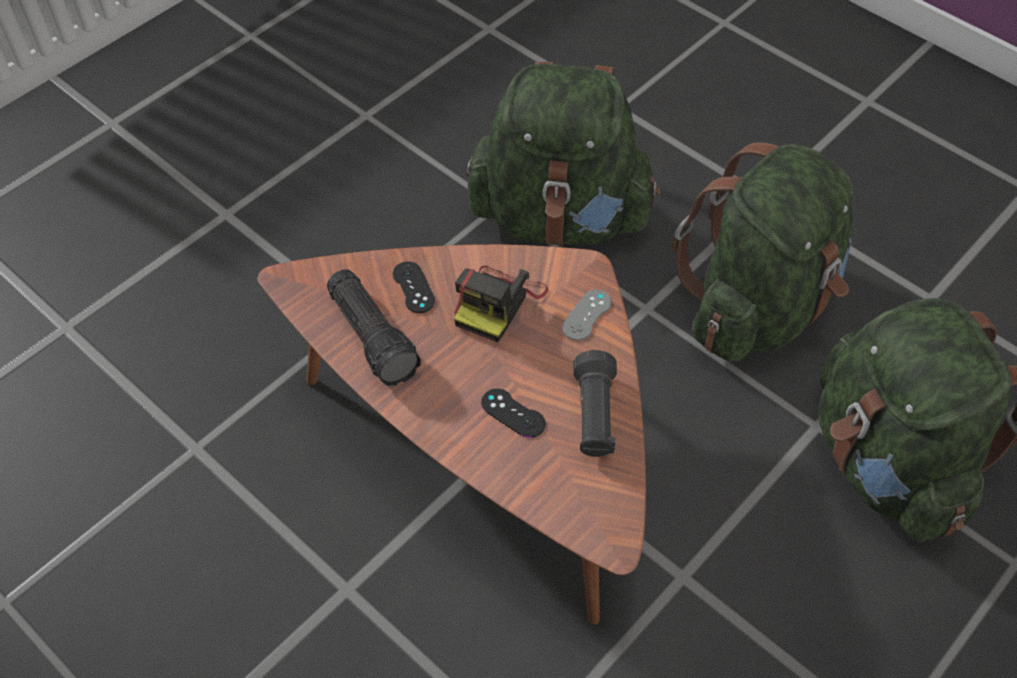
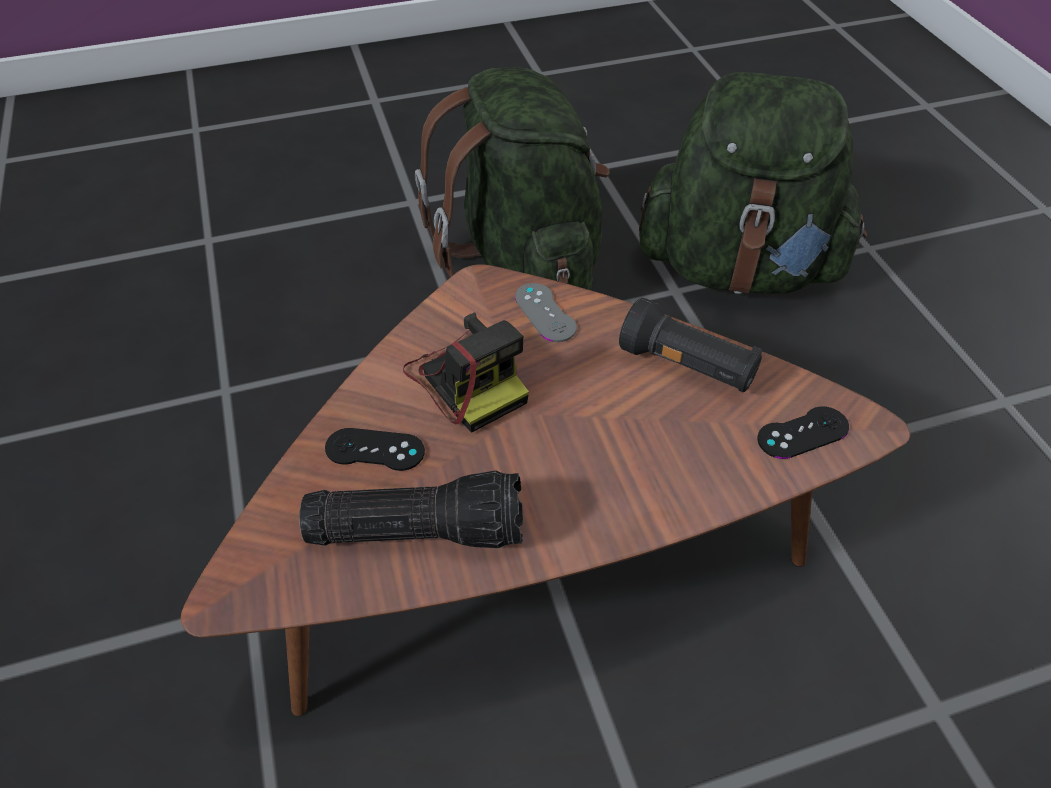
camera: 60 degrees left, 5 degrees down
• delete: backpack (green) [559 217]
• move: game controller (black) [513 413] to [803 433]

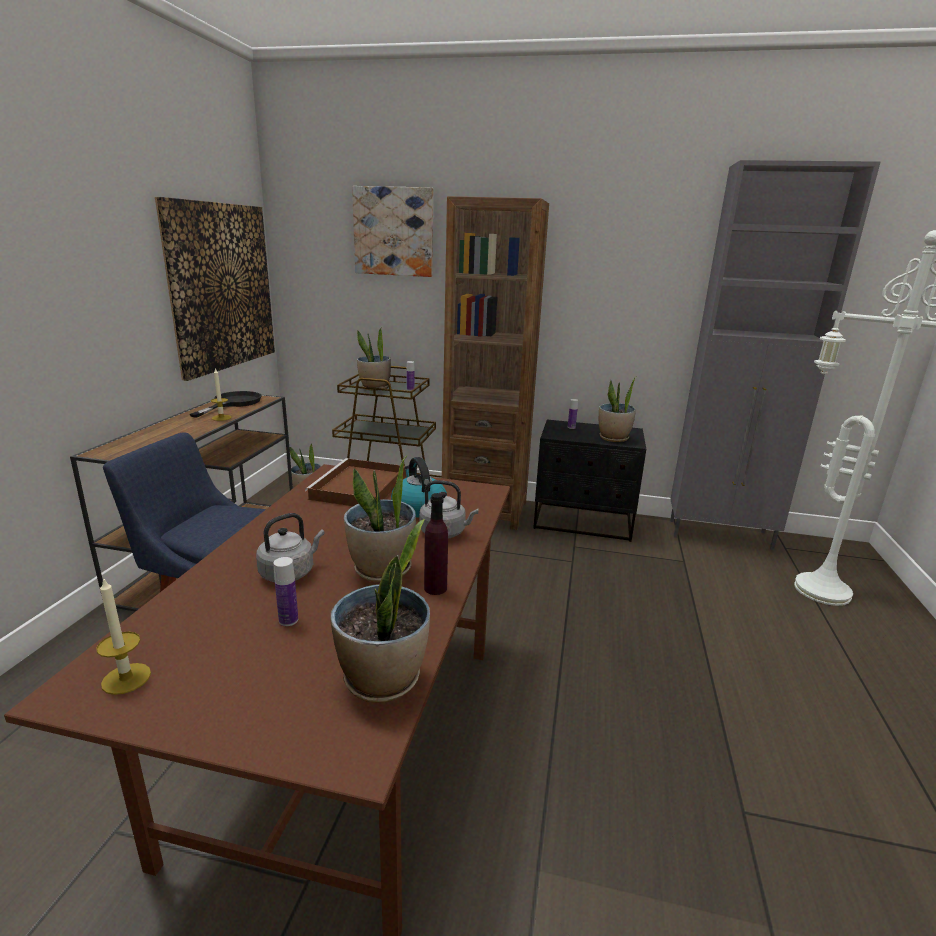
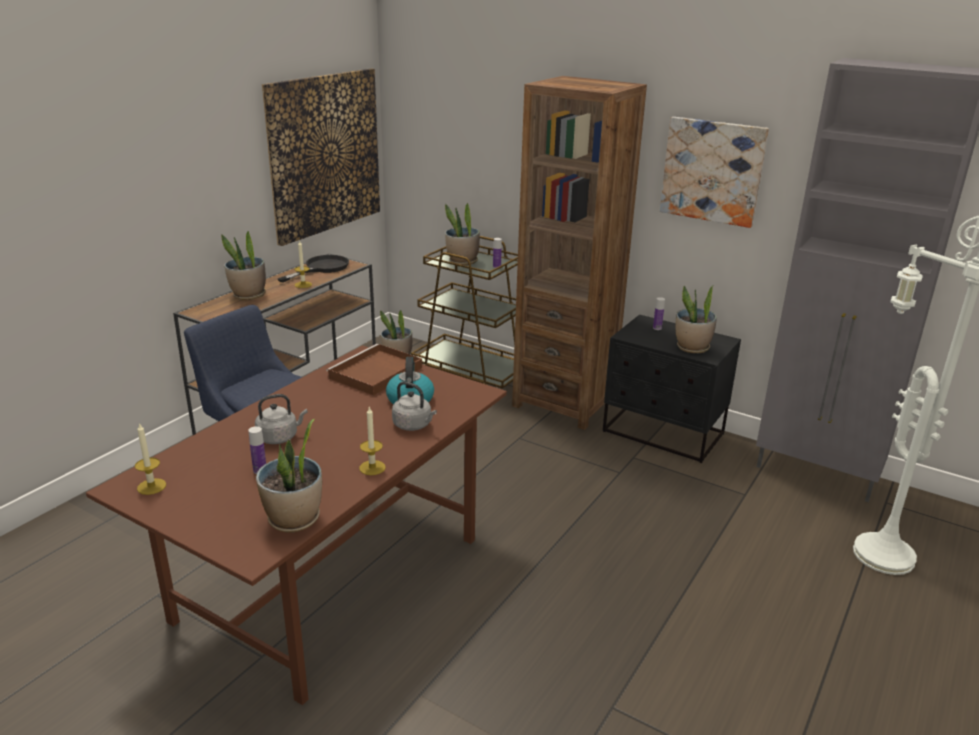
camera: 20 degrees right, 5 degrees up
• move: potted plant [382 570] to [248 295]
• move: picture [394 232] to [712 171]
• replace: bottle (purple) [435 588] to candle [372 467]

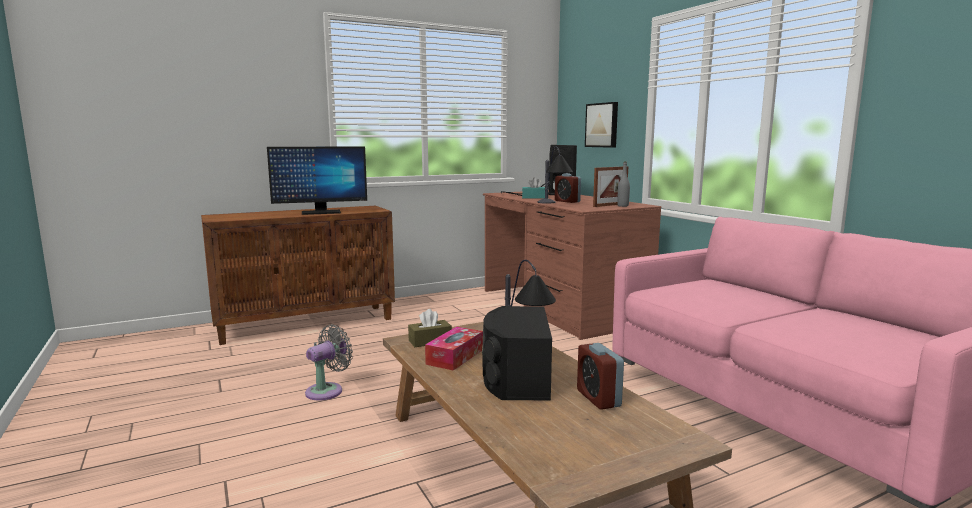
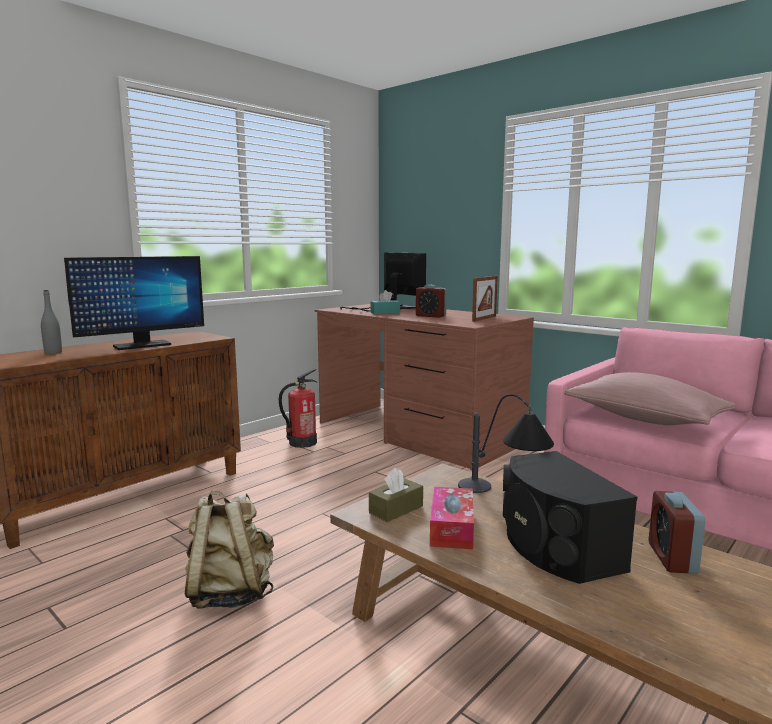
camera: 20 degrees left, 0 degrees up
• delete: table lamp [554 204]
• delete: picture [602 125]
• insert: fire extinguisher [302 443]
• insert: pillow (pink) [644 419]
• move: bottle (grey) [623 206] to [53 352]
• replace: fan (grey) [327 390] to backpack (beige) [230 593]
• rotate: alarm clock [598 398] = [672 558] 45 degrees clockwise

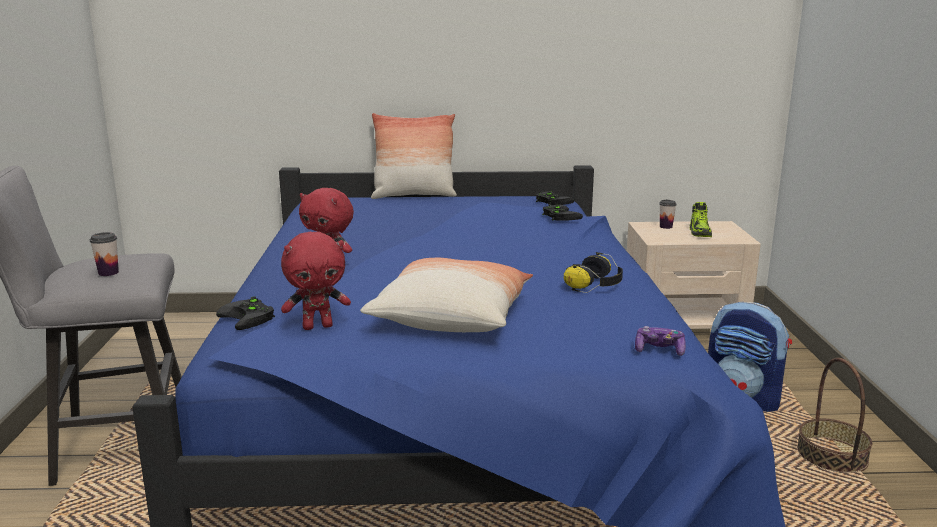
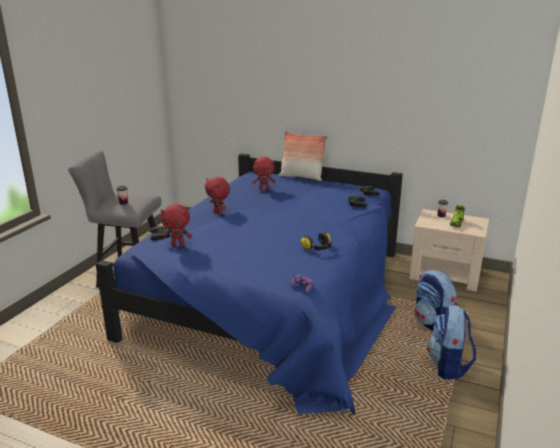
camera: 25 degrees right, 5 degrees up
• delete: pillow [452 317]
• insert: plush toy (red) [264 189]
• replace: basket [832 455] to backpack [449 366]

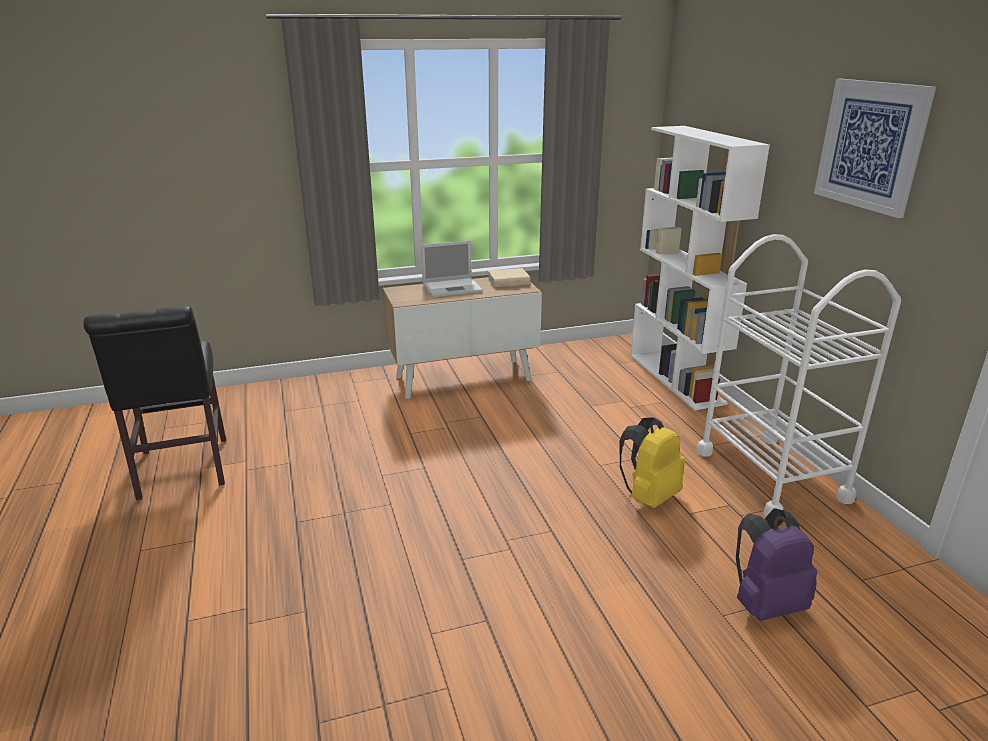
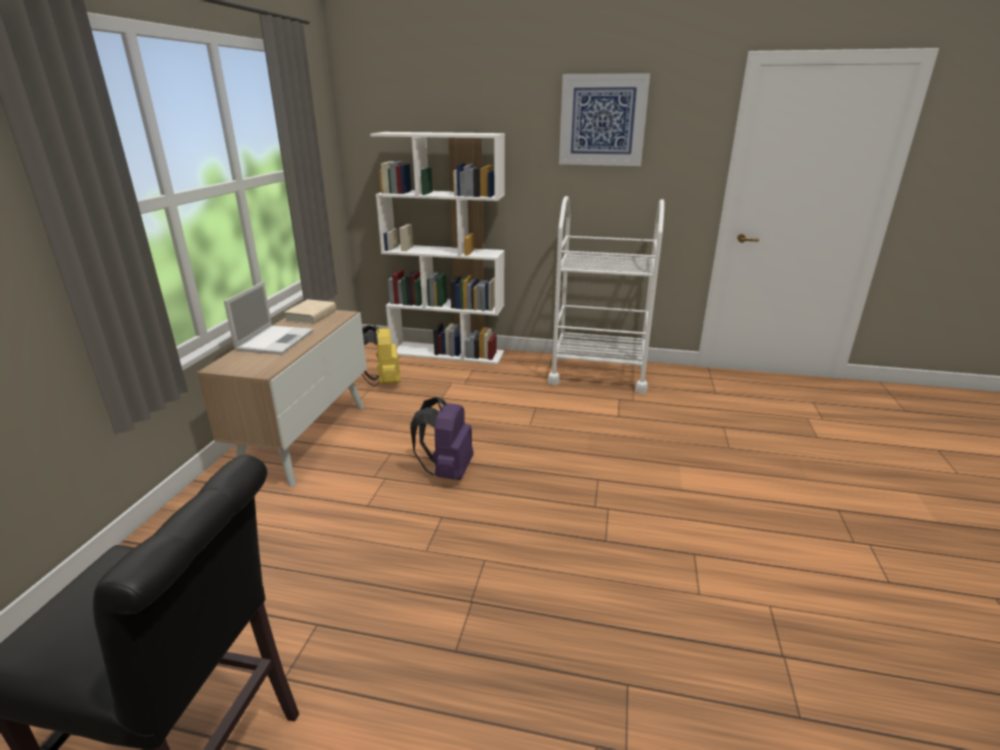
camera: 60 degrees left, 0 degrees up
• move: backpack (yellow) [649 496] to [383 382]
• move: backpack (purple) [765 604] to [447 471]

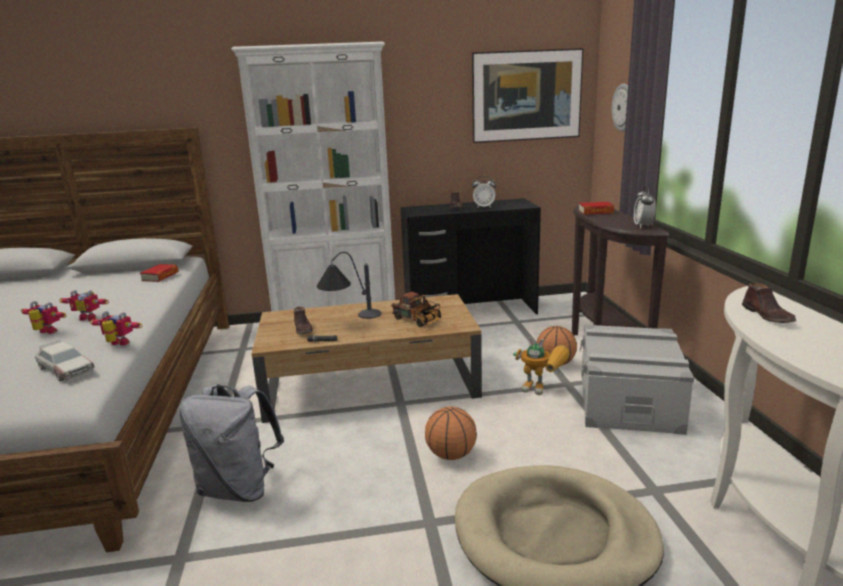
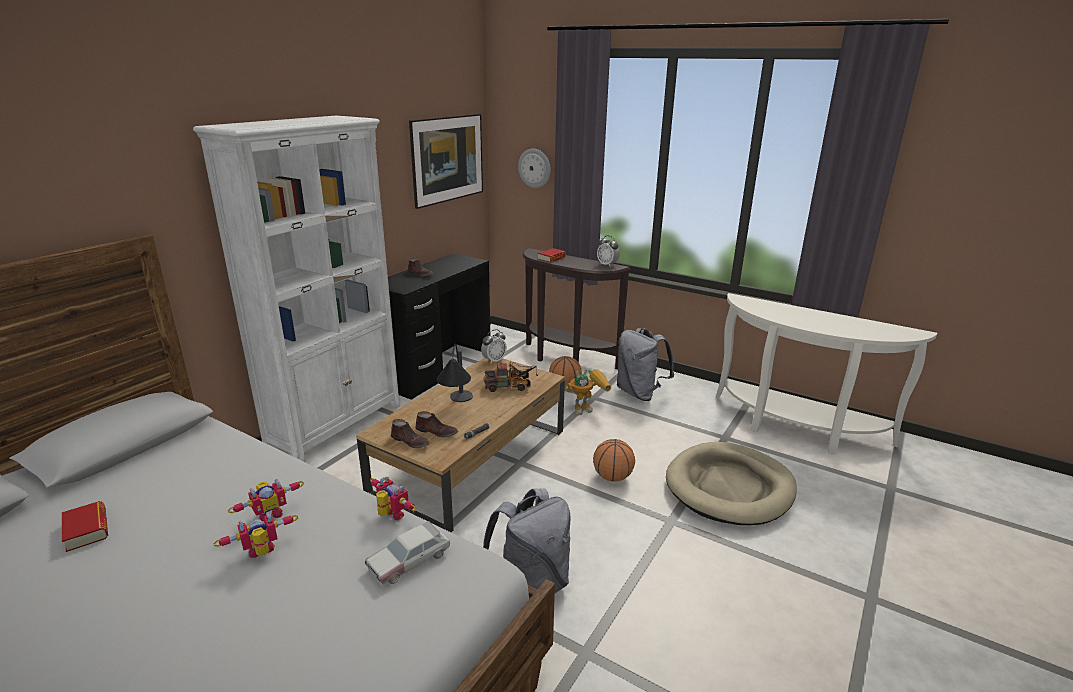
camera: 50 degrees left, 5 degrees up
• move: book [160 276] to [87 530]
• move: alarm clock [484 207] to [494 360]
• move: shoe (brown) [768 316] to [411 441]
• replace: storage box (grey) [629 401] to backpack (grey) [639 393]
• rotate: toy car [65 369] = [409 560] 150 degrees clockwise
• rotate: toy robot [117 345] = [391 516] 75 degrees clockwise

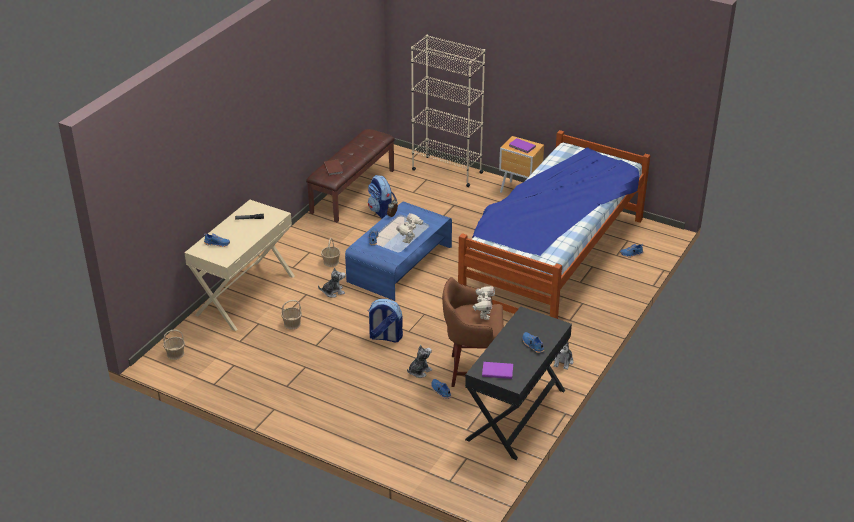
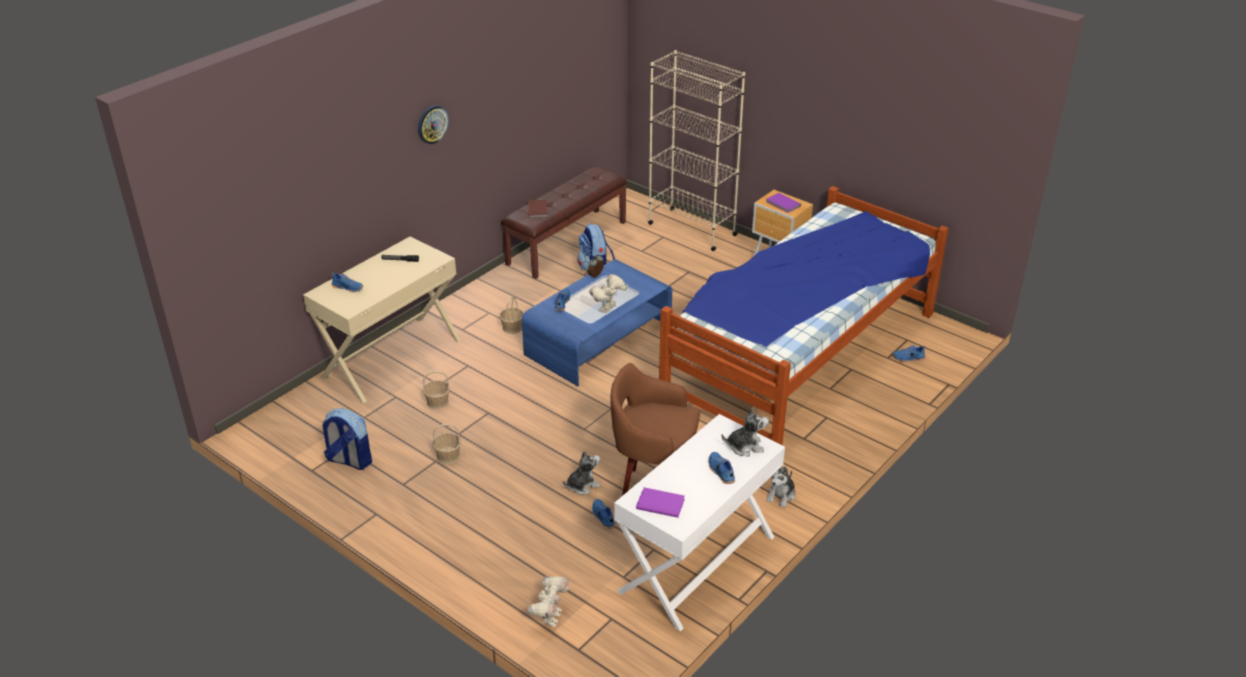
camera: 10 degrees right, 0 degrees up
• insert: wall clock [432 124]
• move: basket [175 354] to [448 456]
• move: plush toy [333 292] to [745 446]
• move: backpack [385 337] to [349 460]
• move: toy robot [483 315] to [550 617]
• recolor: desk (black) [516 415] to desk (white) [698 564]

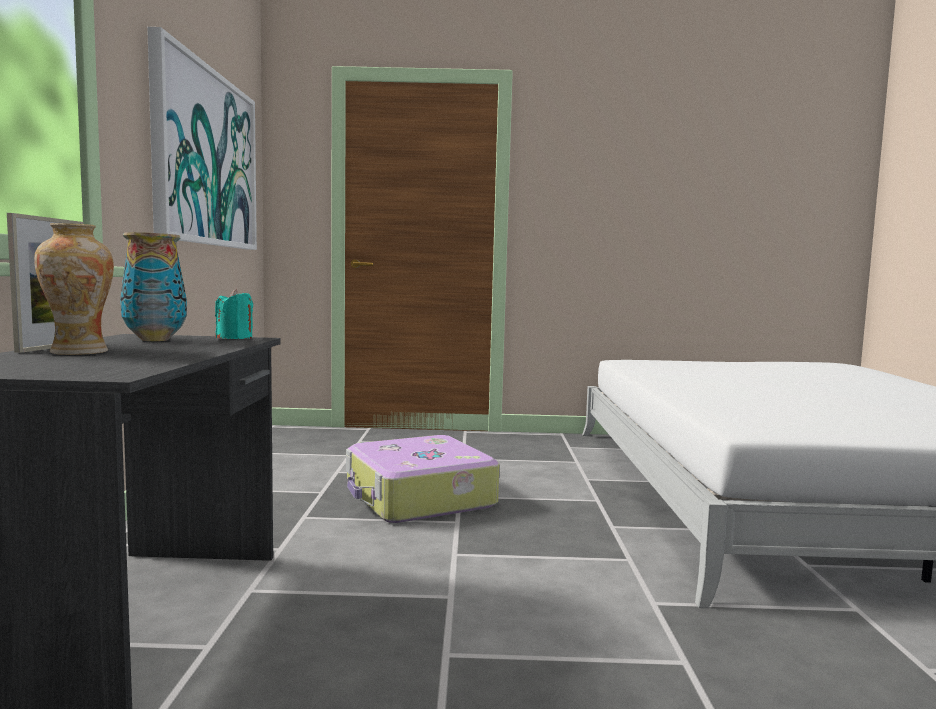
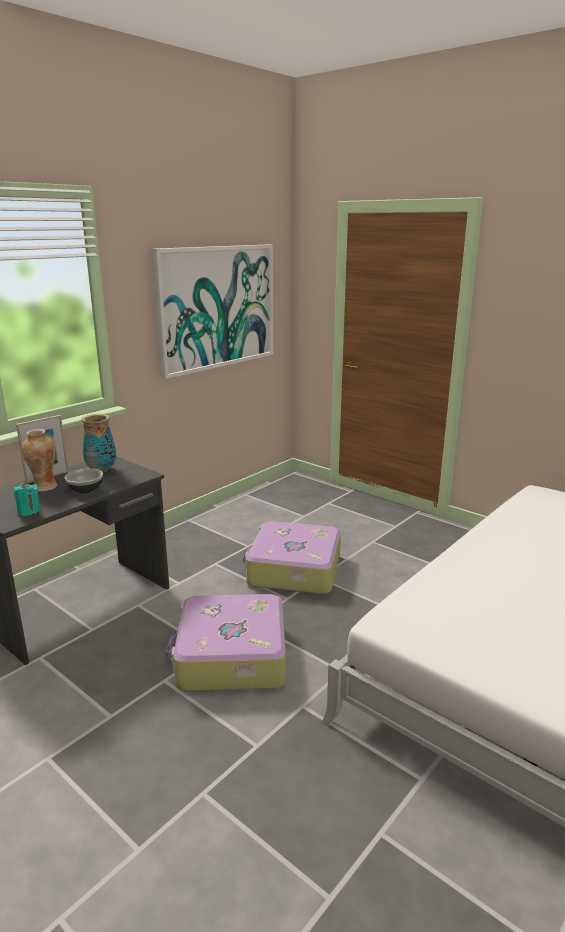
camera: 40 degrees right, 15 degrees up
• insert: bowl [86 489]
• insert: suitcase [230 656]
• move: candle (turquoise) [235 338] to [29 511]

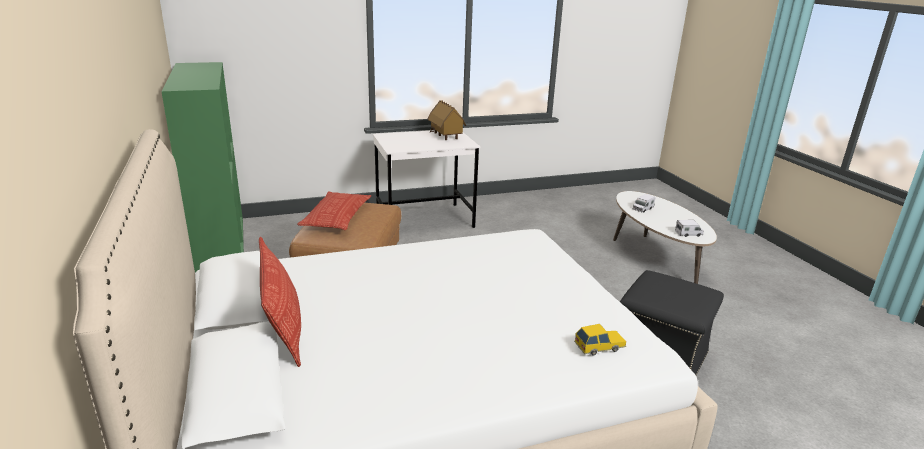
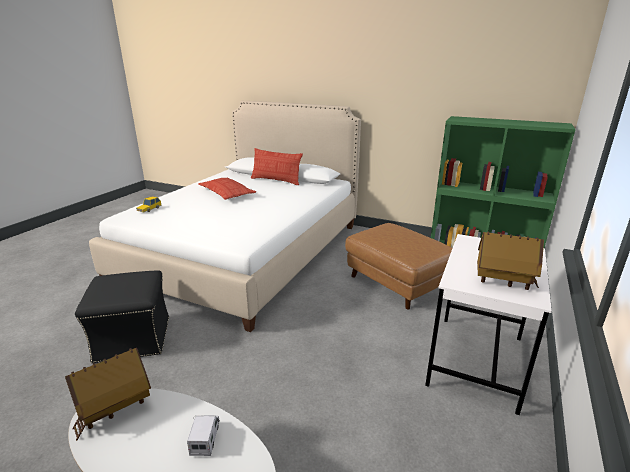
camera: 135 degrees right, 0 degrees up
• move: pillow [337 216] to [226 193]
• replace: toy truck [688 234] to toy house [115 409]

